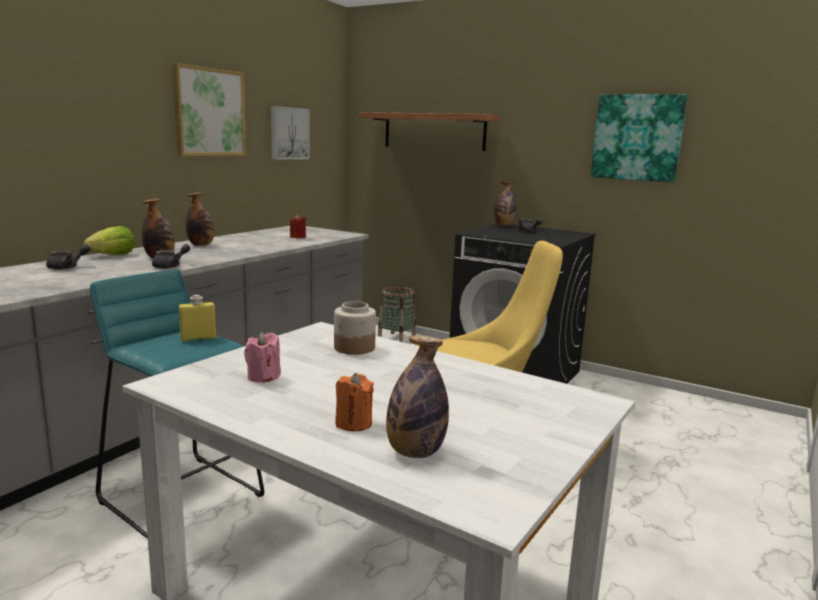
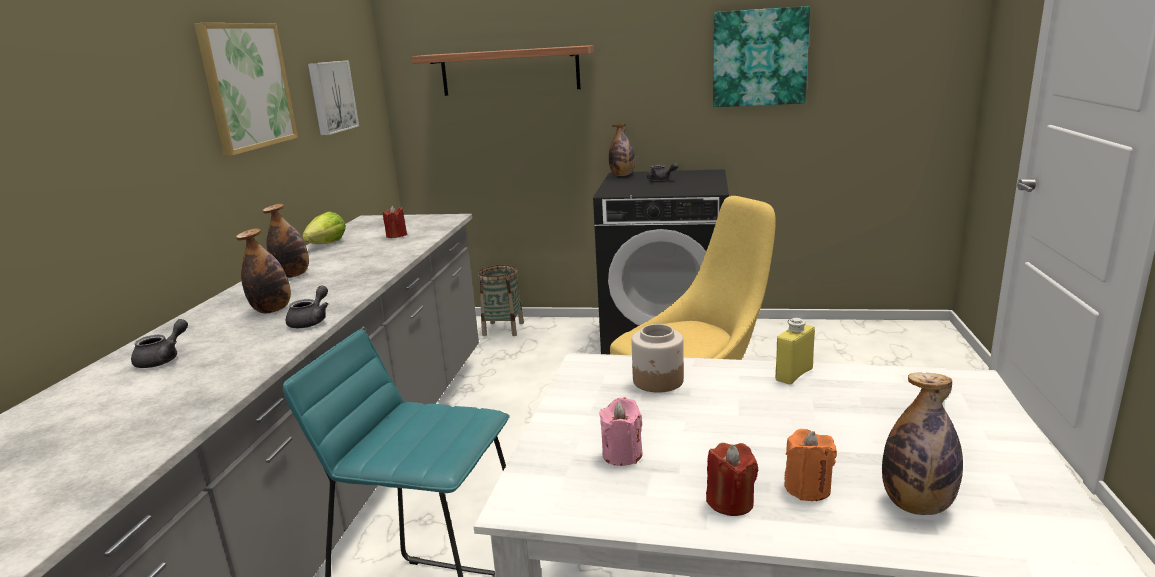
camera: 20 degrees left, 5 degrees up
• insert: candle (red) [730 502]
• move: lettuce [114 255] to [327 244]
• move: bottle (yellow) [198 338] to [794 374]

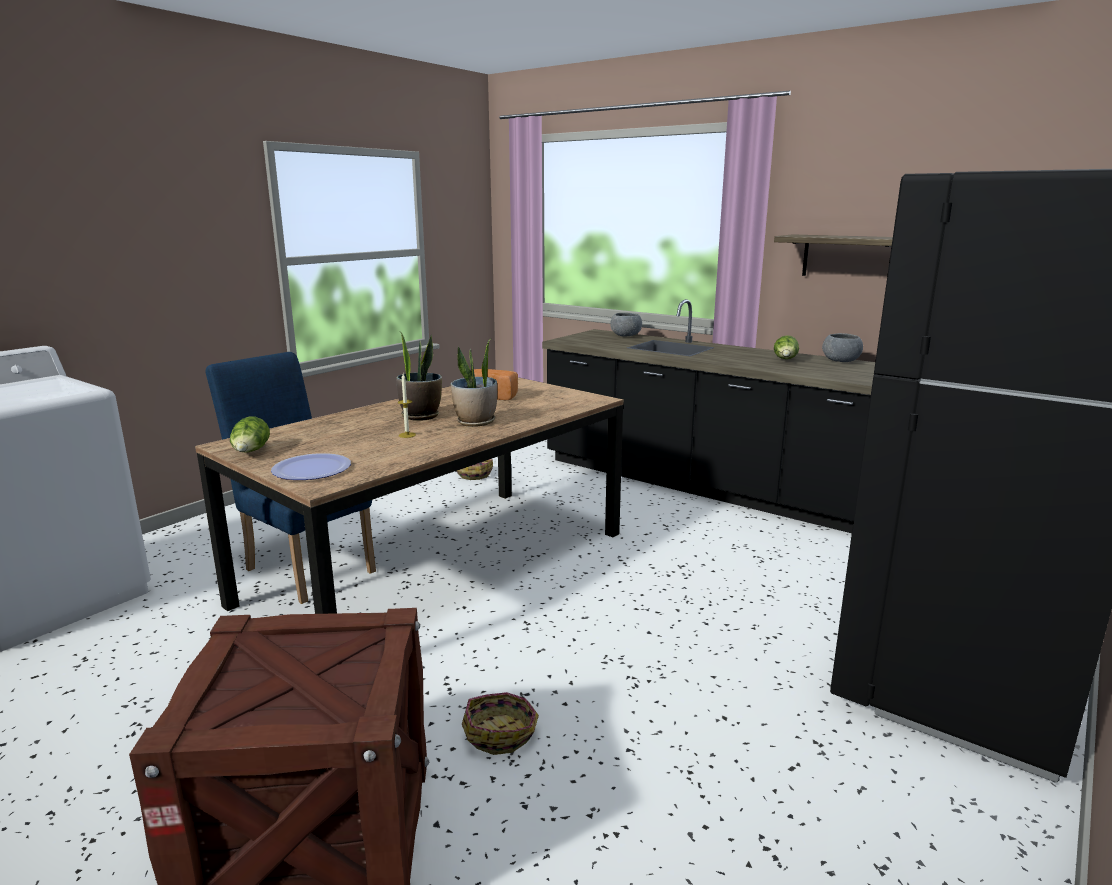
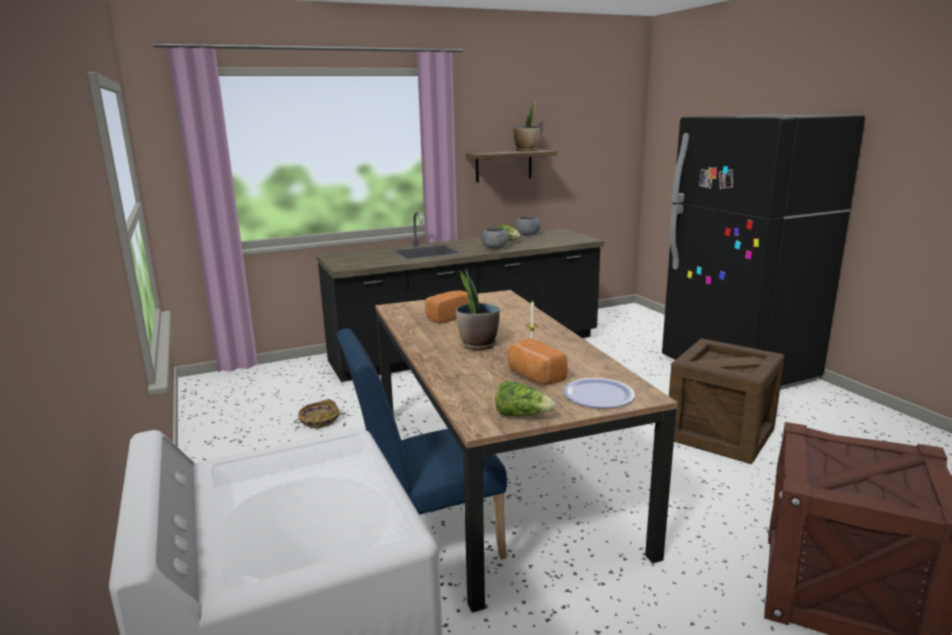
camera: 60 degrees left, 0 degrees up
• delete: basket [501 733]
• insert: bread [534 376]
• insert: crate [720 434]
• move: potted plant [476 422] to [526 150]
• move: bowl (grey) [626 336] to [495 248]

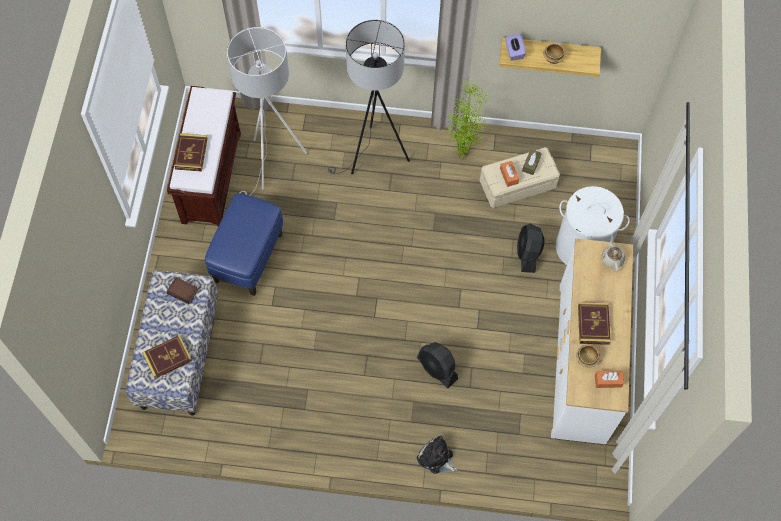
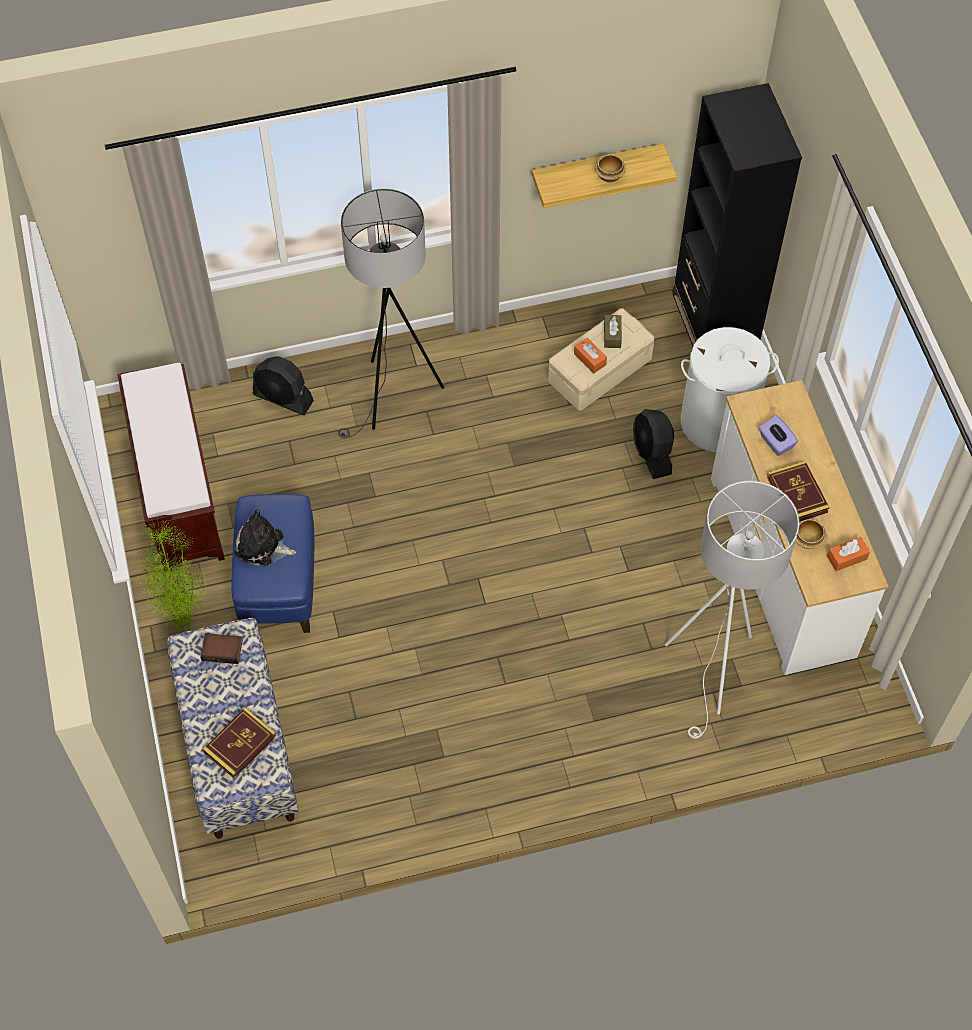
camera: 20 degrees left, 5 degrees down
• delete: book [191 153]
• delete: teapot (beige) [612 259]
• insert: bookcase (black) [714 322]
• move: floor lamp (white) [273 165] to [713 672]
• move: fan (black) [437 368] to [283 398]
• move: plush toy [436 458] to [262 547]
• move: potted plant [463 155] to [187 625]
• move: tissue box (purple) [514 52] to [775 443]

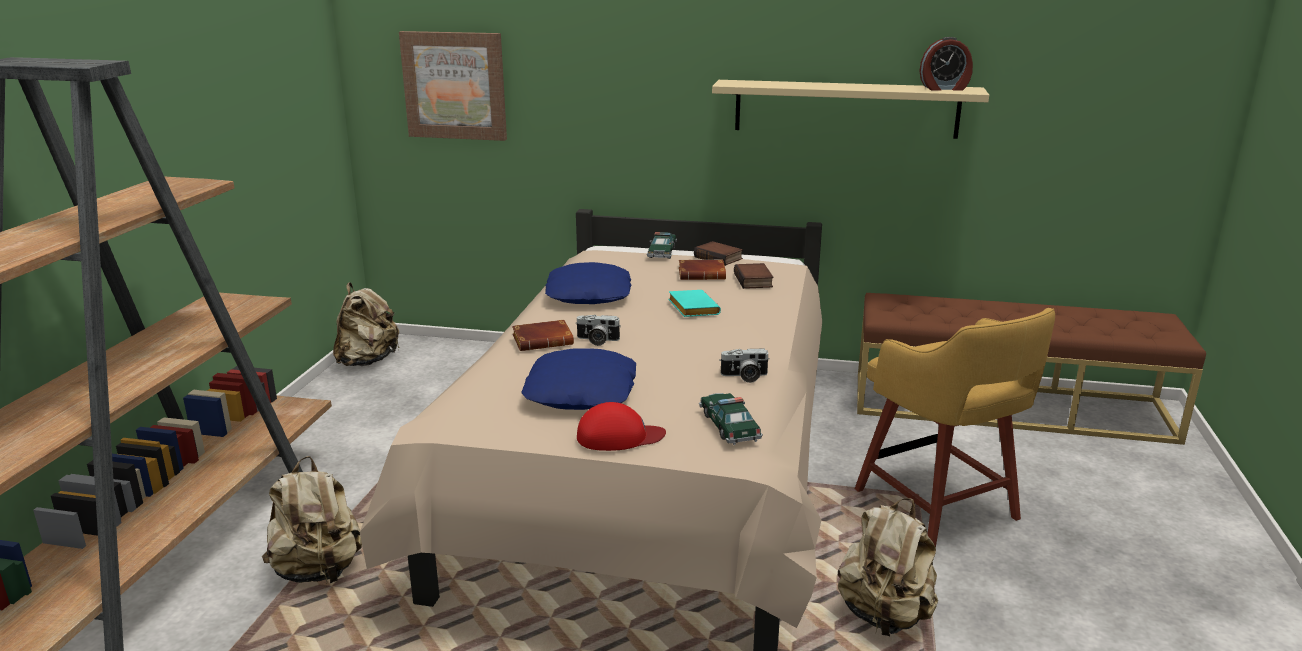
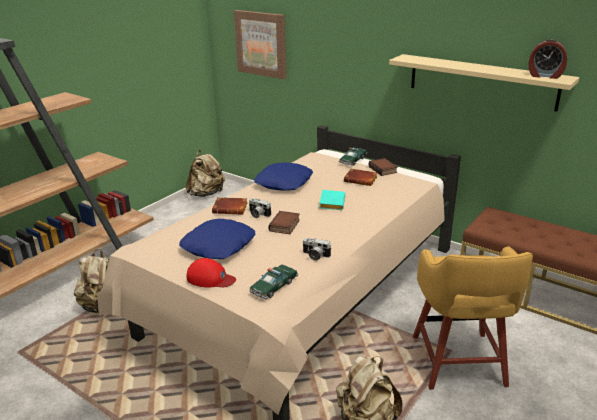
camera: 25 degrees right, 5 degrees up
• move: book [754 281] to [285 226]
• rotate: toy car [729 426] = [274 286] 150 degrees counterclockwise

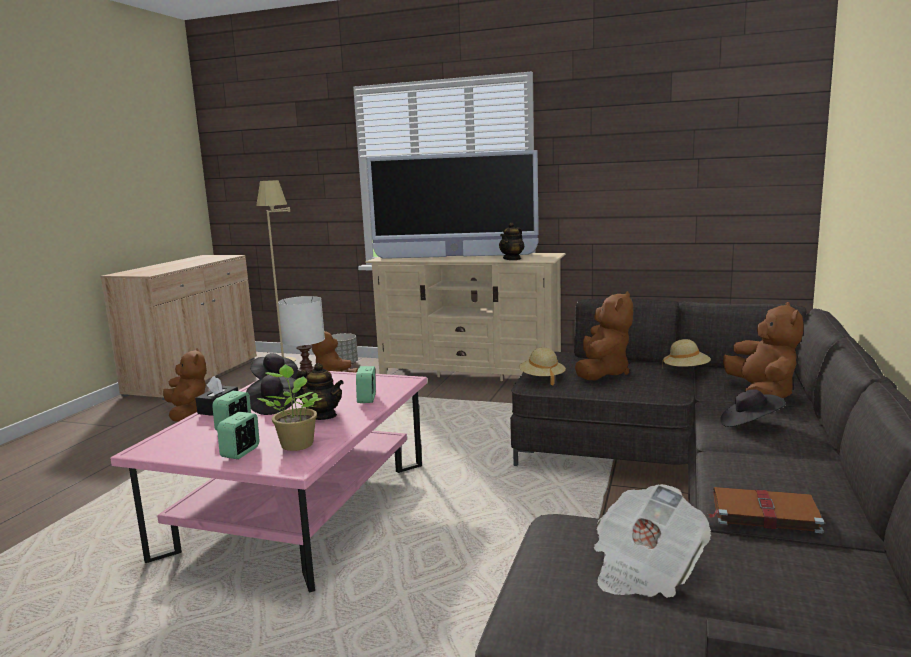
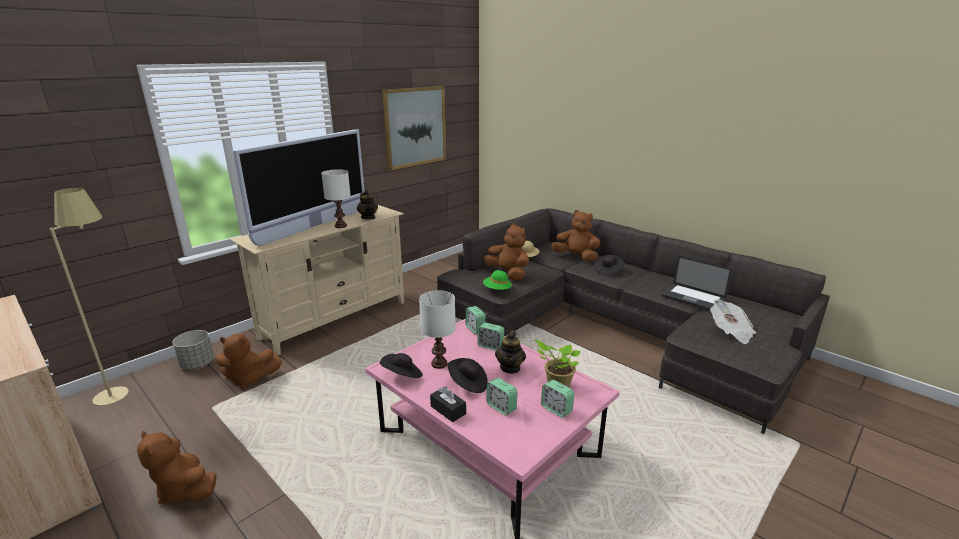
camera: 65 degrees left, 10 degrees up
• insert: table lamp (white) [341 226]
• insert: picture [415 127]
• insert: alarm clock [475 329]
• replace: book (brown) [762 512] to laptop [692 298]
• recolor: hat (beige) [542 378] to hat (green) [497 290]
• rotate: plush toy (brown) [188 414] = [185 489] 135 degrees counterclockwise
• rotate: teapot [322 416] = [510 367] 135 degrees clockwise

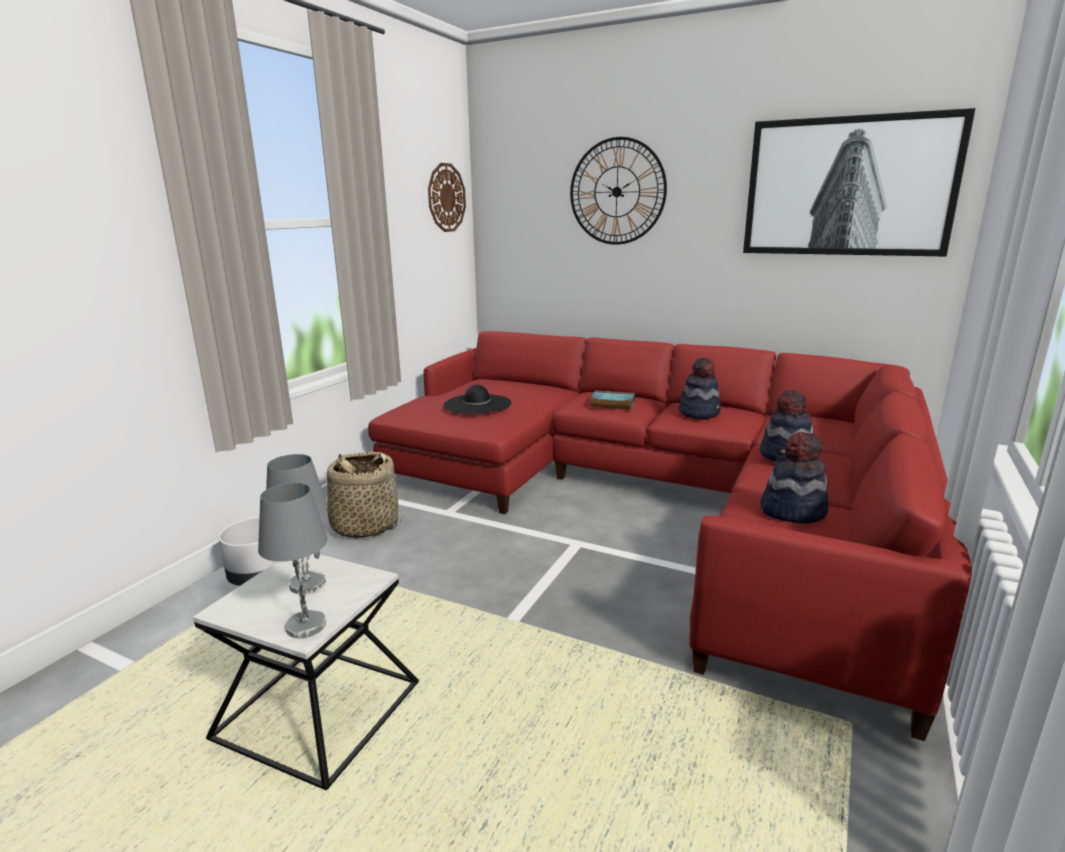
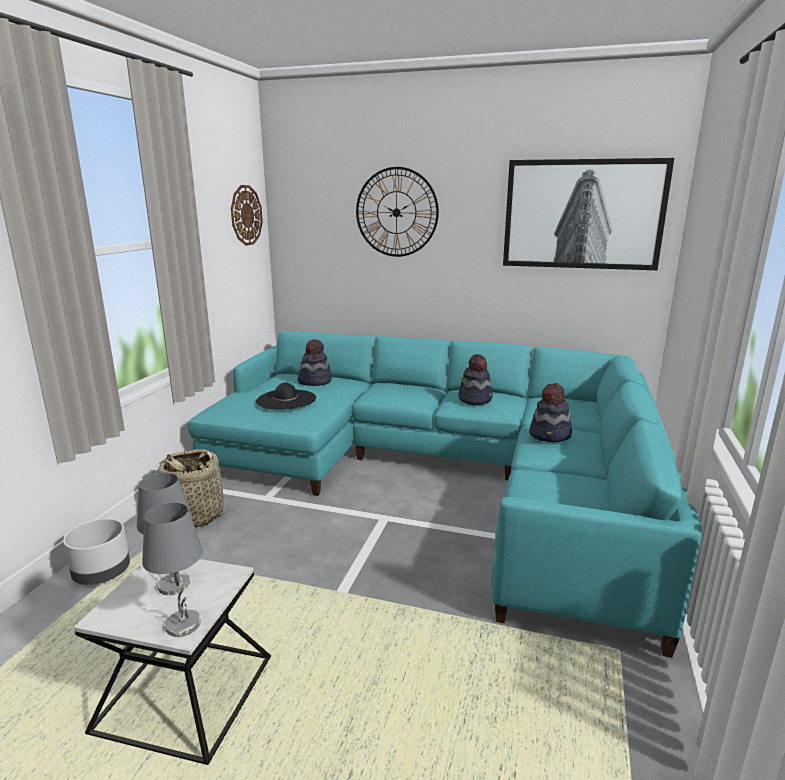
camera: 10 degrees left, 0 degrees up
• delete: book [611 404]
• move: hat [792 510] to [315 381]
• recolor: sofa (red) [654 500] to sofa (turquoise) [442 474]

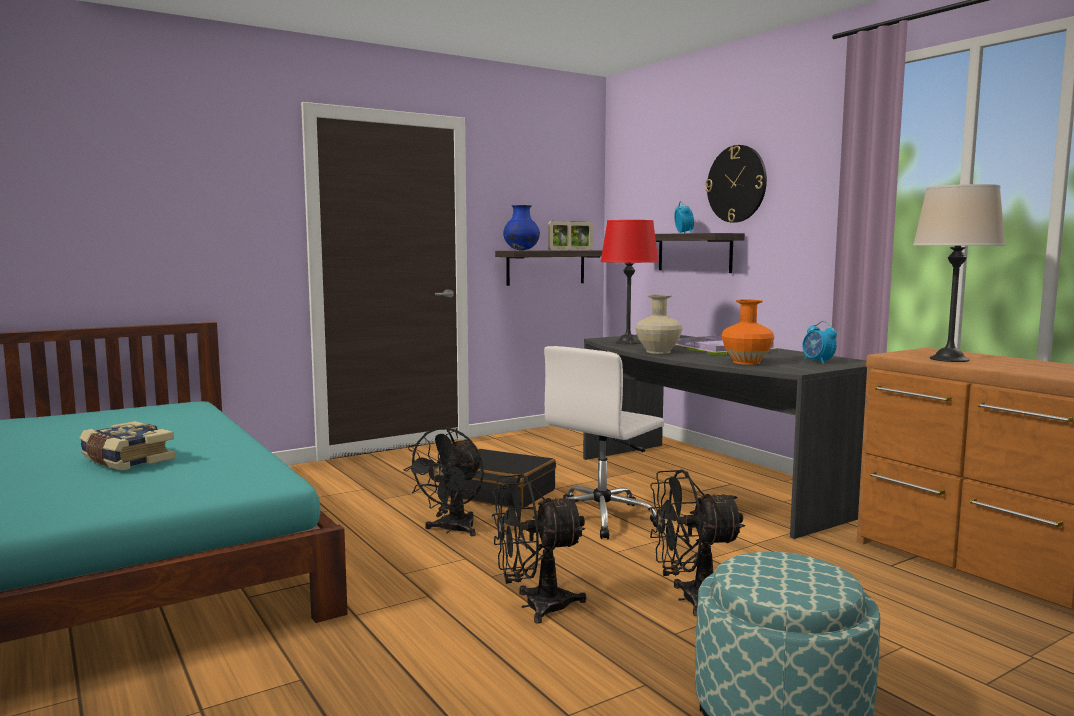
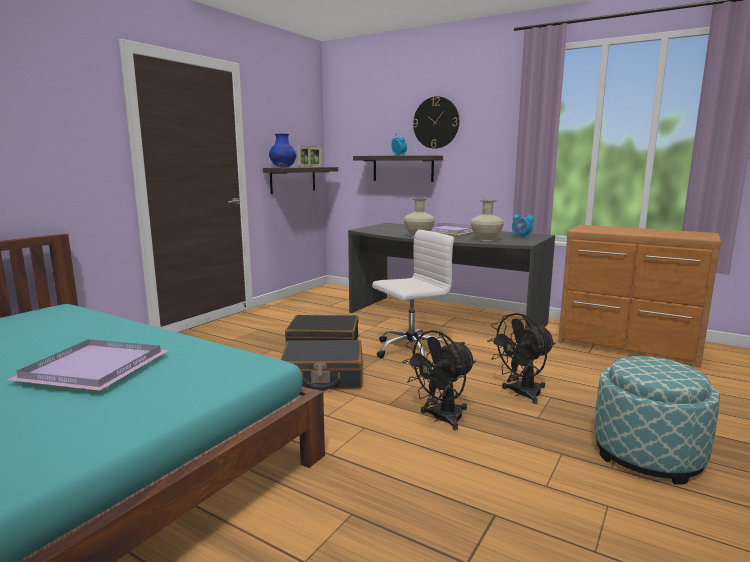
camera: 25 degrees left, 5 degrees up
• delete: table lamp (red) [627 342]
• delete: table lamp (beige) [949 359]
• replace: book [126 460] to tray (purple) [94 367]
• replace: fan (black) [452 530] to suitcase (black) [323 377]
• recolor: vase (orange) [747 362] to vase (beige) [486 240]
• rotate: office chair (white) [603 518] = [409 351] 135 degrees counterclockwise

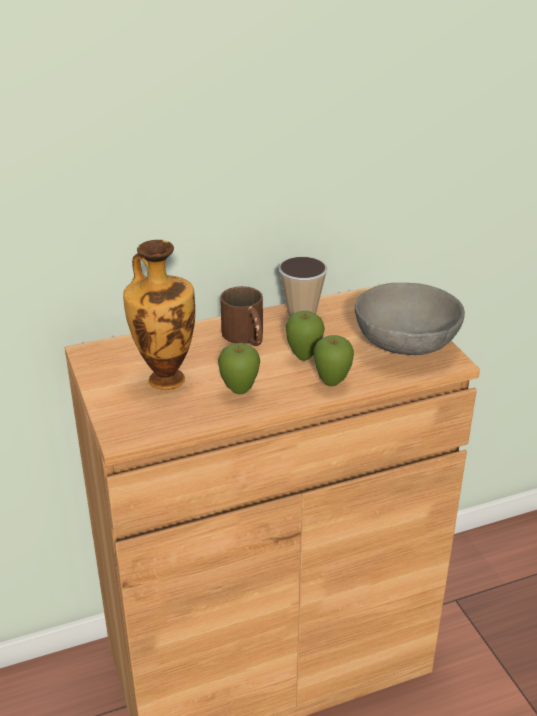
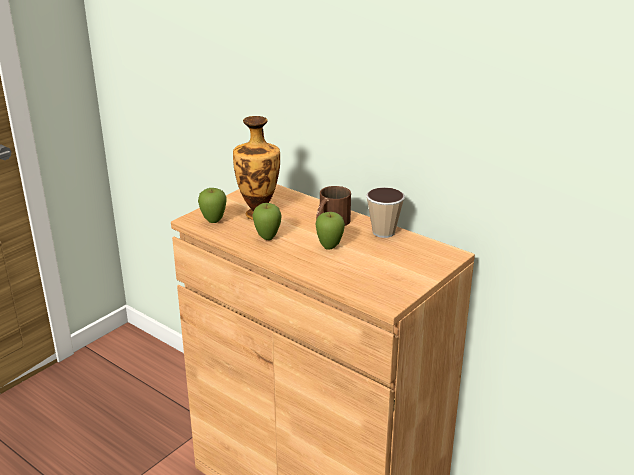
camera: 60 degrees right, 5 degrees down
• delete: bowl (grey) [407 345]
• move: apple [332 383] to [213 222]

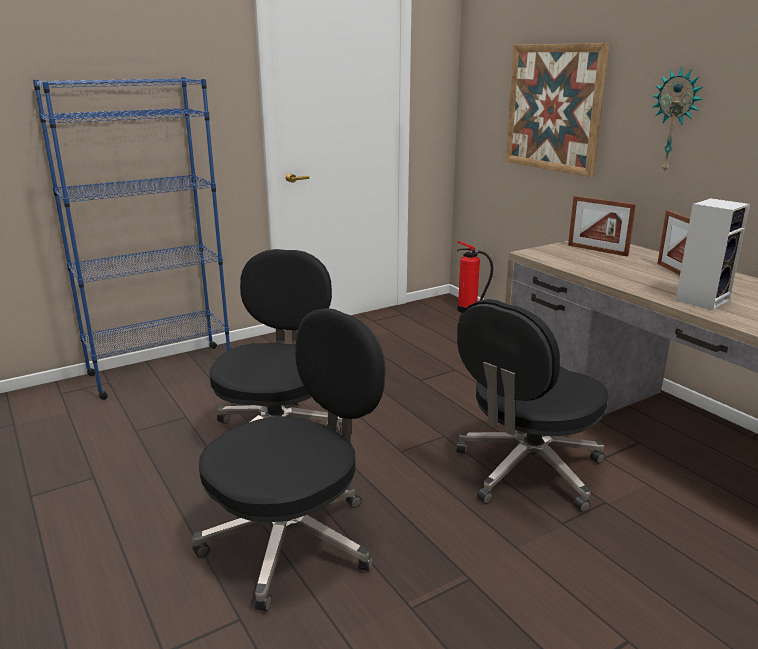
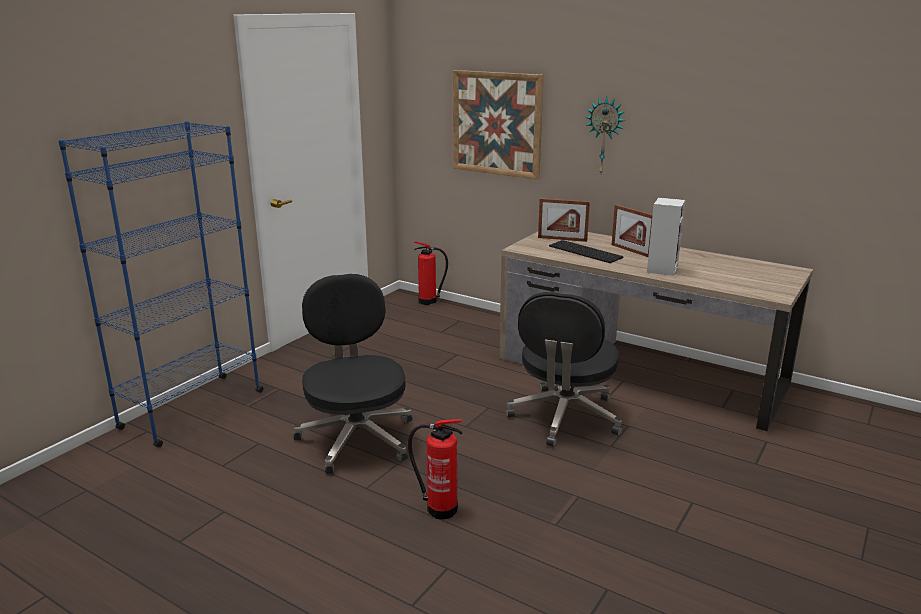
camera: 25 degrees left, 0 degrees up
• insert: keyboard [586 251]
• replace: office chair (black) [293 540] to fire extinguisher [439 508]

